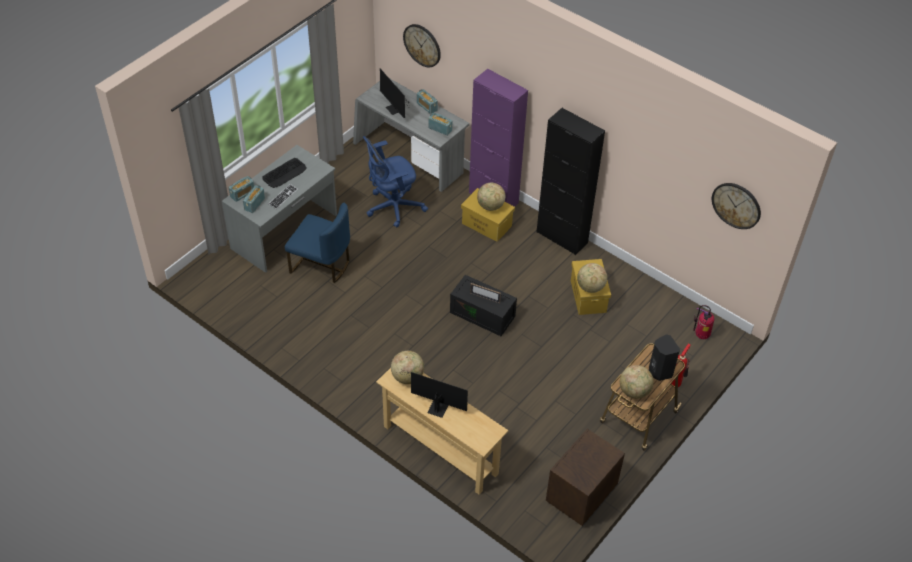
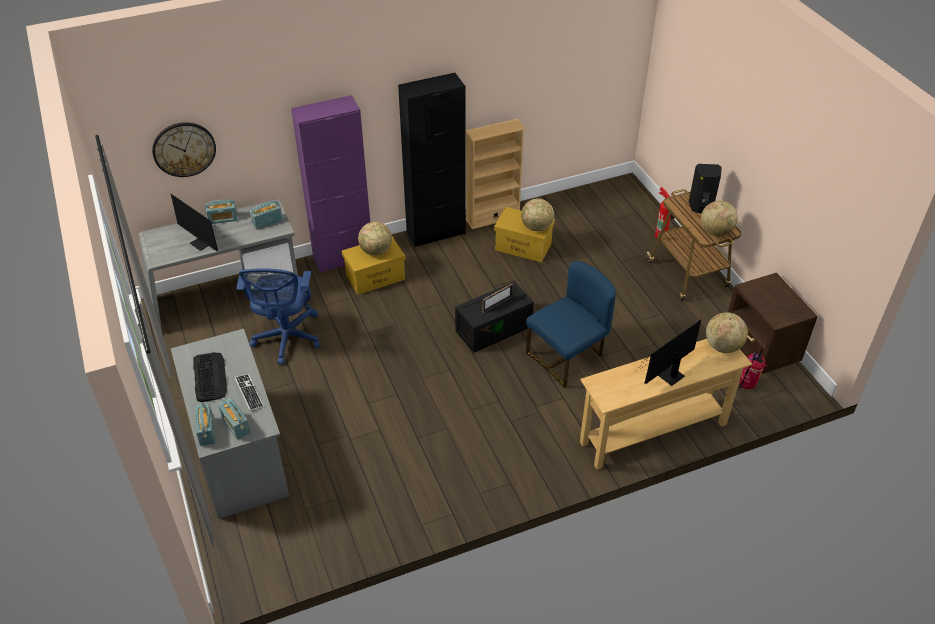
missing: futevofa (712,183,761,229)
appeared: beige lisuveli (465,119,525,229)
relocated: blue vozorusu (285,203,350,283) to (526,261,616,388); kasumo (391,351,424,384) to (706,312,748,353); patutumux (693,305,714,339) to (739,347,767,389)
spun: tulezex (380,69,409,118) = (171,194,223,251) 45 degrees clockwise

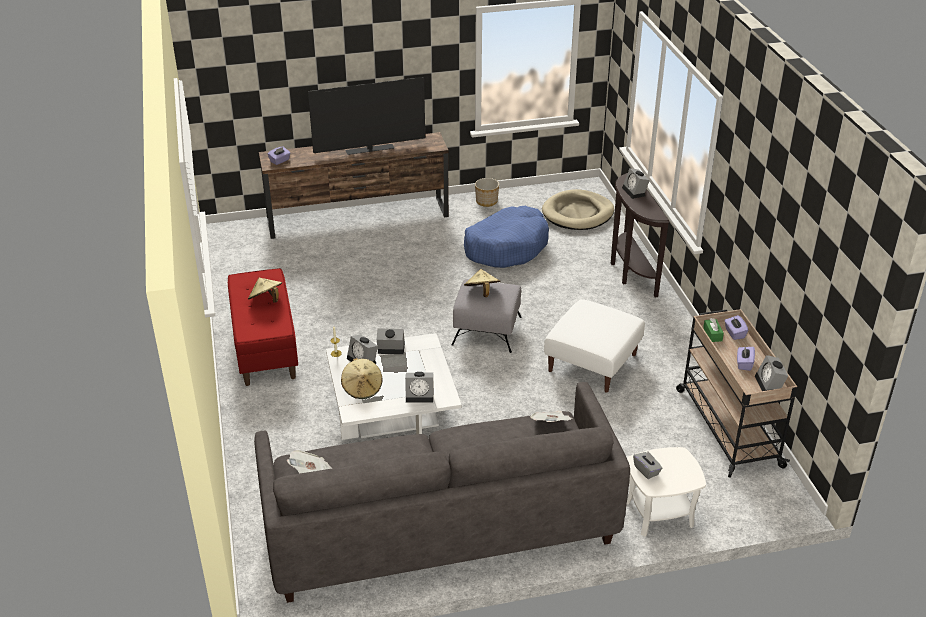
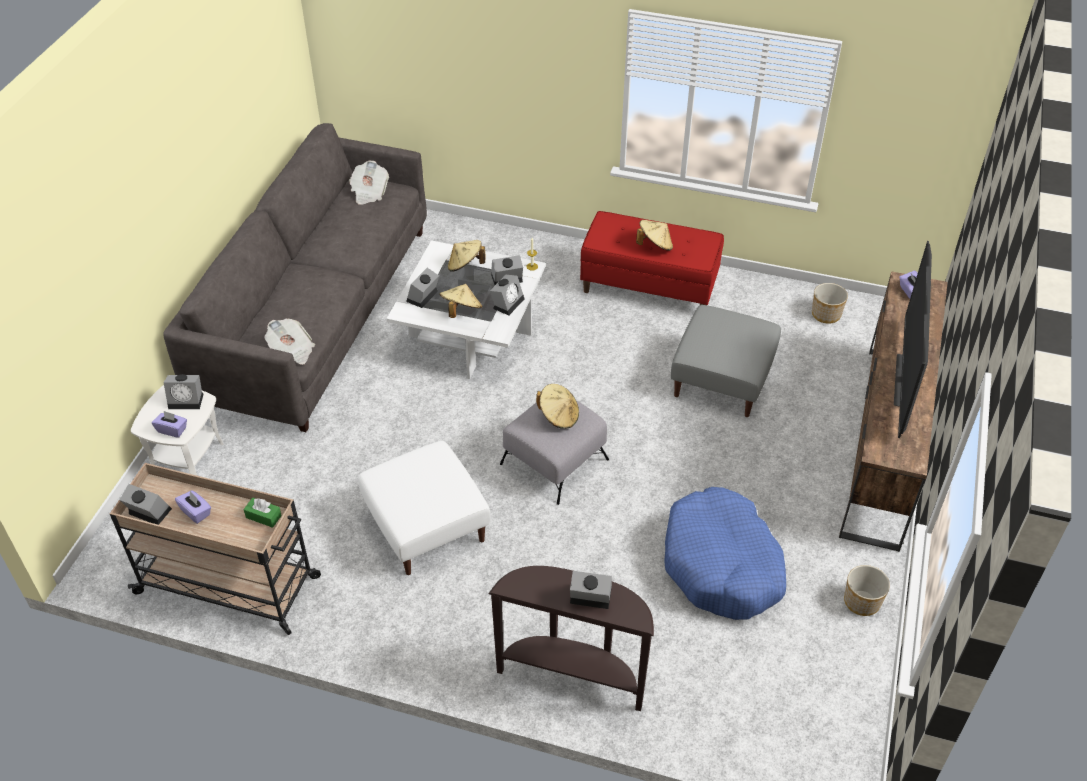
missing: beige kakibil (542,189,614,230)
appeared: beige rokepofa (439,284,482,318); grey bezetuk (671,305,781,417); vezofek (812,283,848,324)
relocated: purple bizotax (724,315,749,340) to (152,411,187,438)
exchanged: grey bizotax (633,451,662,479) to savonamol (164,374,204,409)

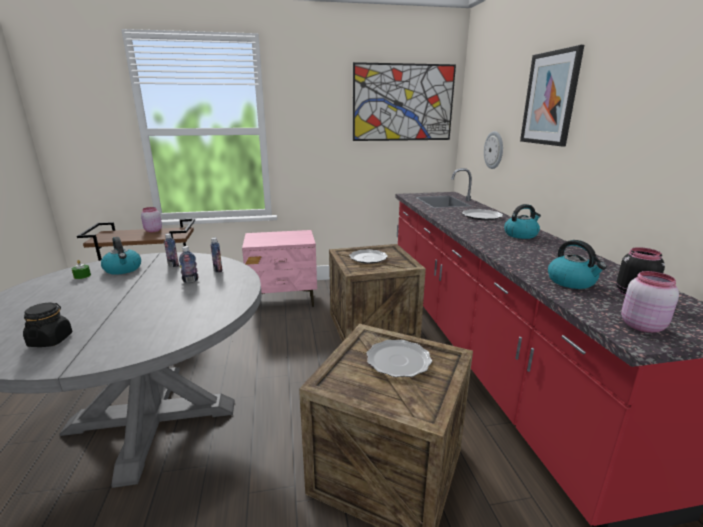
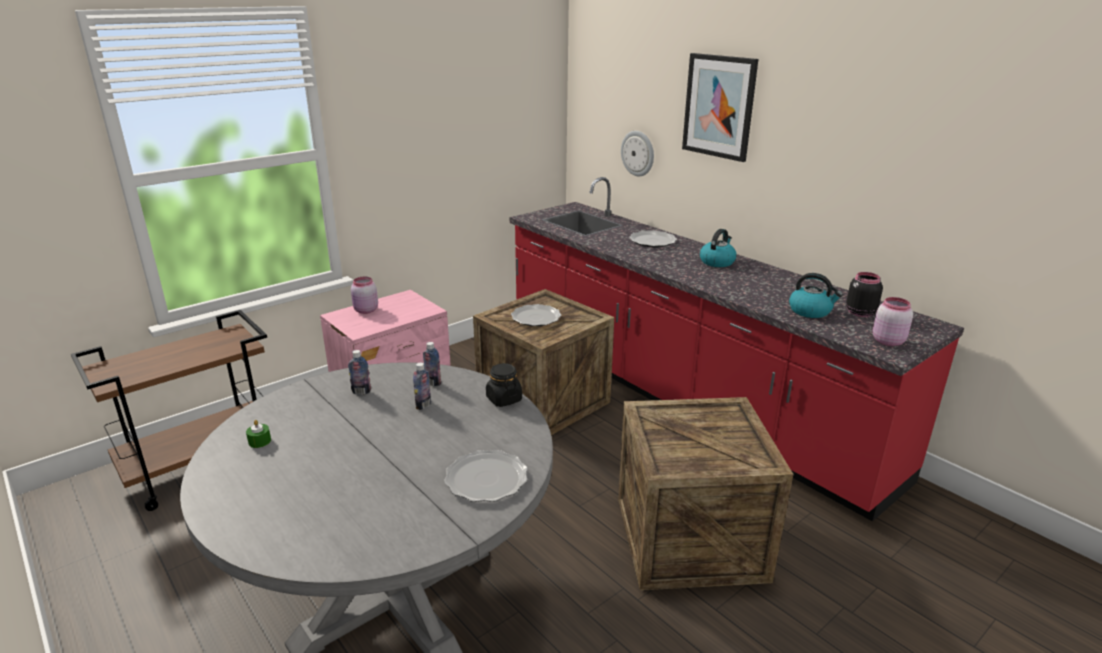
missing: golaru (101,237,141,275); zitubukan (353,62,456,141)
relocated: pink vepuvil (141,207,162,232) to (351,277,378,314); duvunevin (366,340,432,377) to (444,450,528,502); black vepuvil (23,303,73,347) to (486,363,522,407)

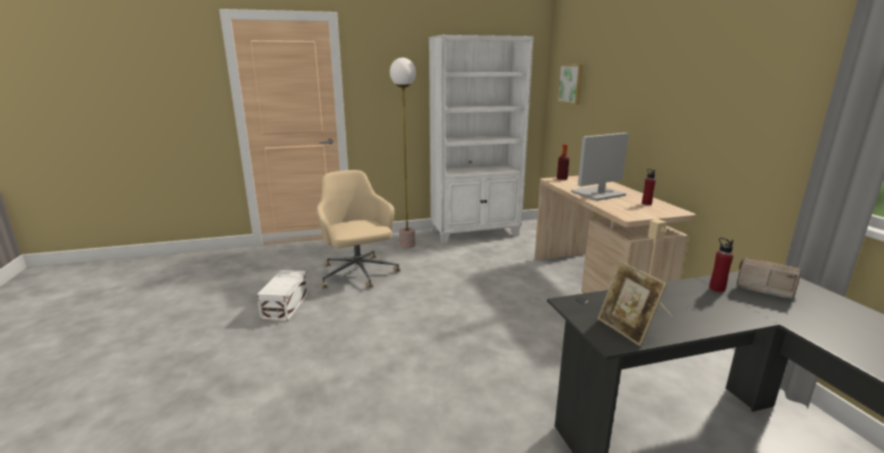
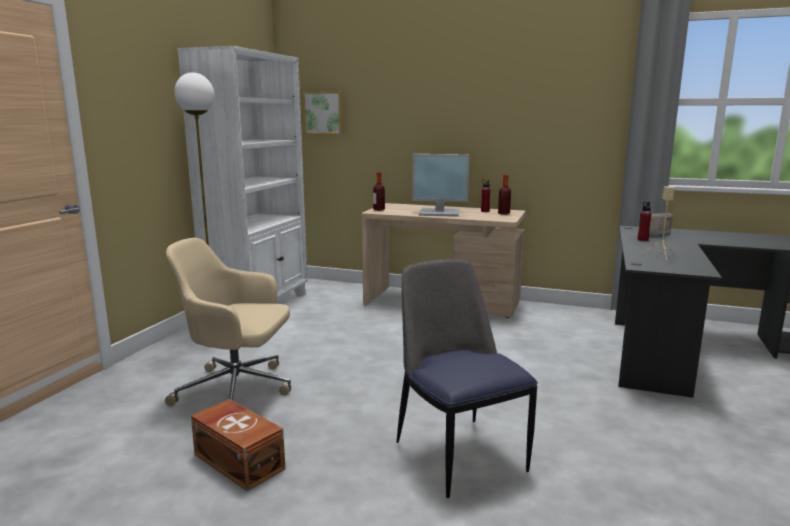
missing: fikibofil (598,261,667,346)
appeared: vozorusu (397,259,538,498); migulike (498,174,511,215)
colour: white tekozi (257,270,309,321) to brown tekozi (191,399,285,491)
spun: tulezex (571,133,629,201) = (412,154,469,217) 90 degrees counterclockwise

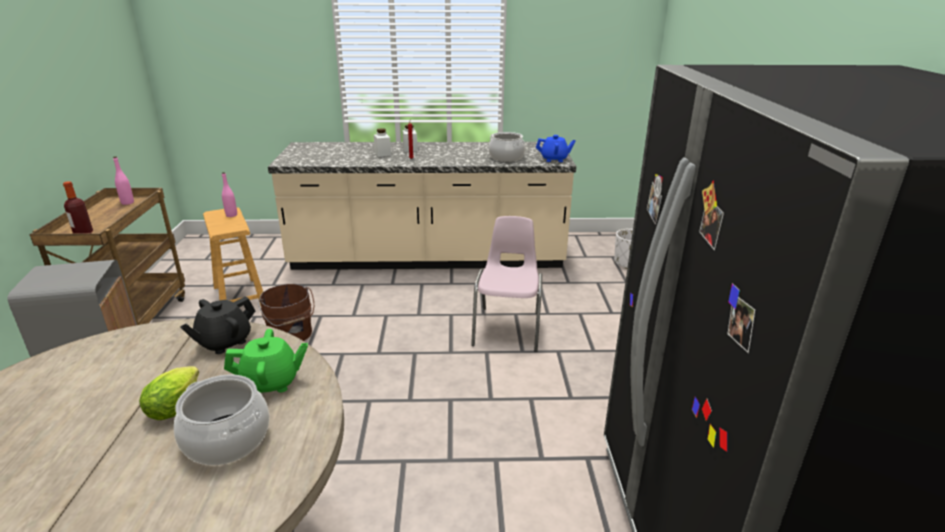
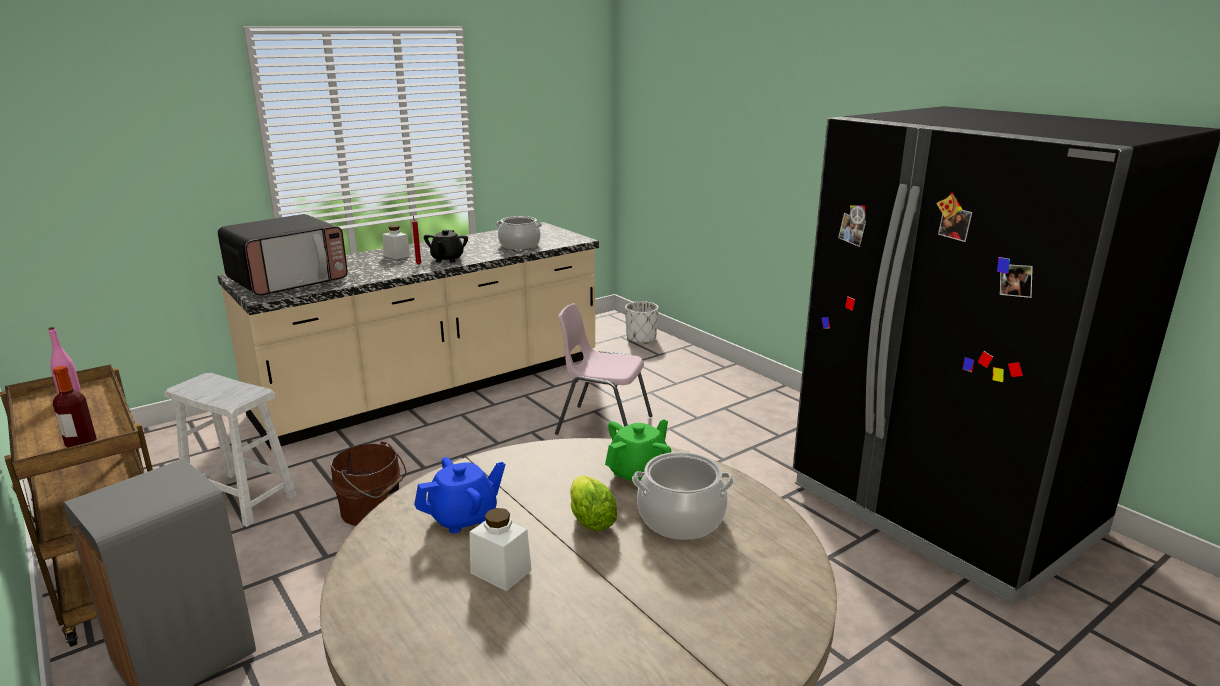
missing: pink migulike (222,172,237,217)
appeared: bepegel (218,214,348,296)
relocated: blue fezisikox (536,135,576,162) to (414,457,505,533); black fezisikox (180,296,255,354) to (424,230,468,263); white vepuvil (374,128,392,157) to (470,508,532,591)
colour: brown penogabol (203,207,263,306) to white penogabol (164,373,297,527)
spun: pink vozorusu (471,216,542,352) = (555,303,653,435) 45 degrees counterclockwise

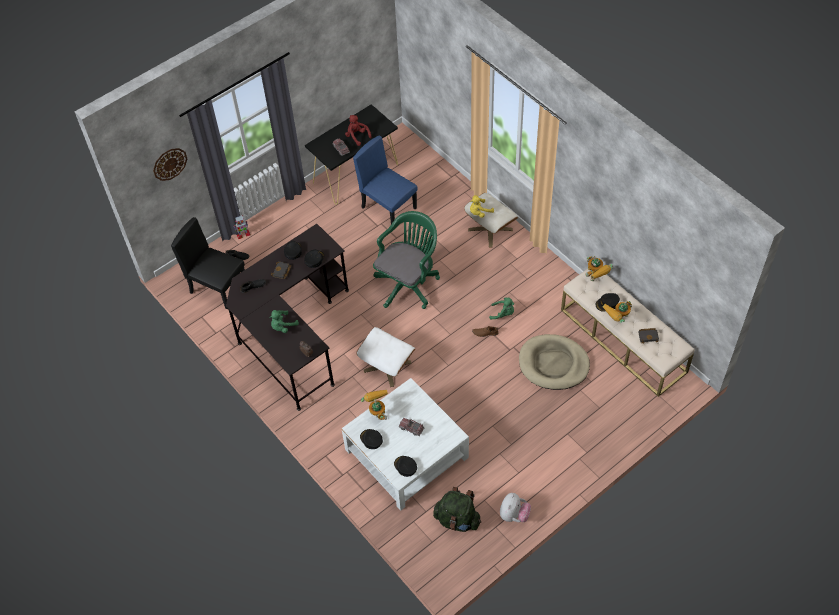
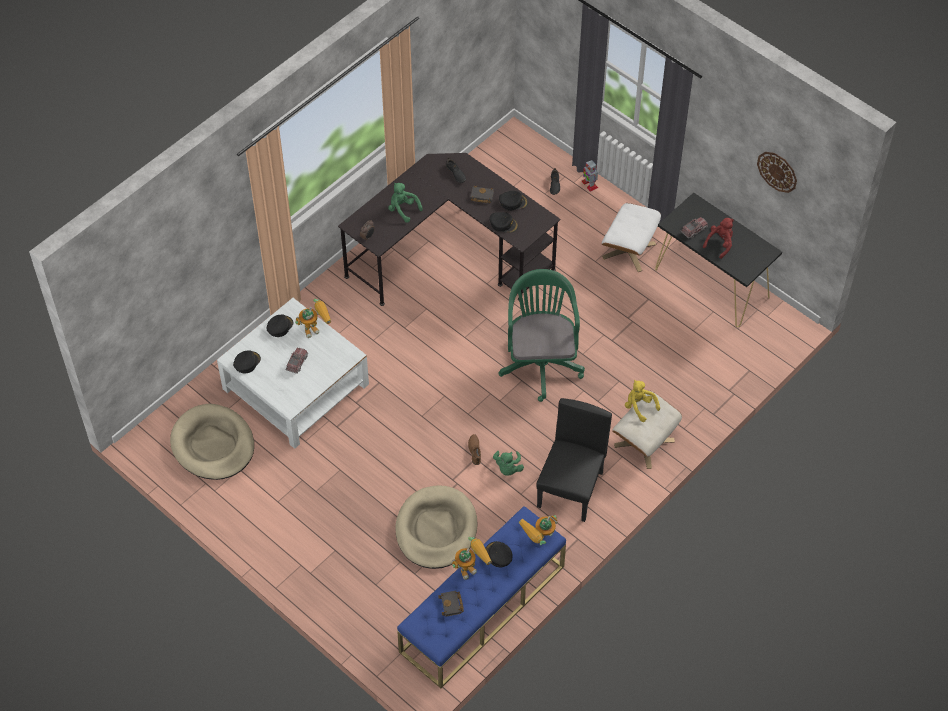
missing: blue vozorusu (353,135,418,224); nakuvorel (500,493,531,522)
relocated: black vozorusu (171,217,245,309) to (537,398,612,522); white bezetuk (357,327,415,387) to (602,203,661,272); futevofa (153,148,187,181) to (757,152,797,193)
exchanged: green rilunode (433,487,481,532) to beige kakibil (170,404,254,480)
colour: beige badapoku (561,268,695,397) to blue badapoku (397,506,566,688)
spun: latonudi (603,301,632,323) = (452,537,492,580) 105 degrees clockwise; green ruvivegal (373,211,440,309) = (498,269,585,402) 120 degrees counterclockwise

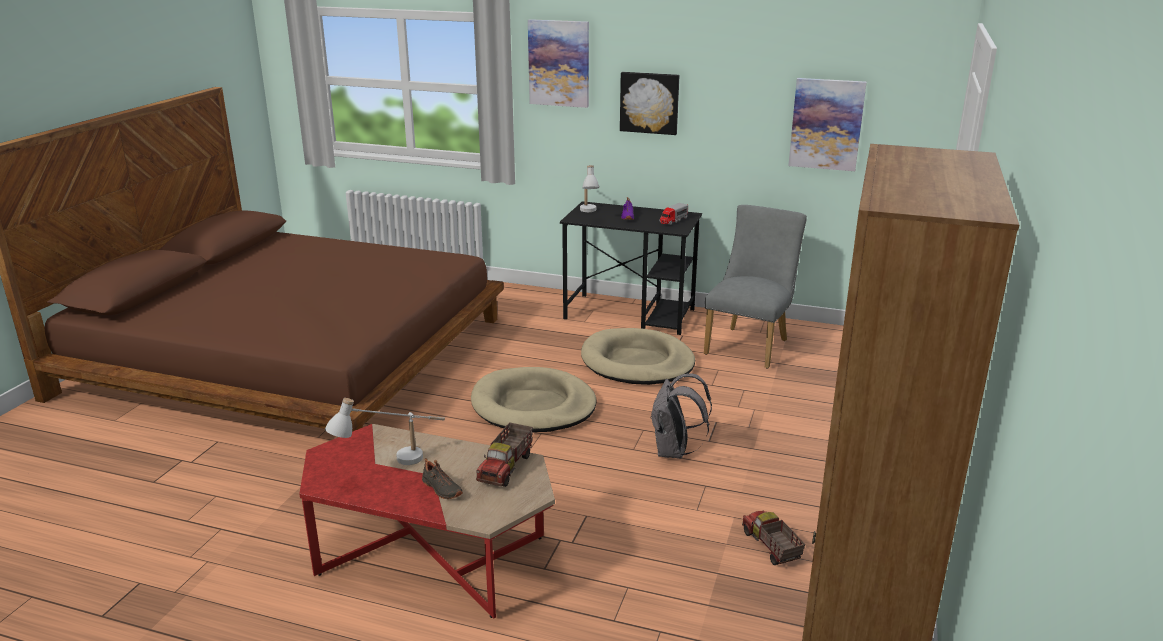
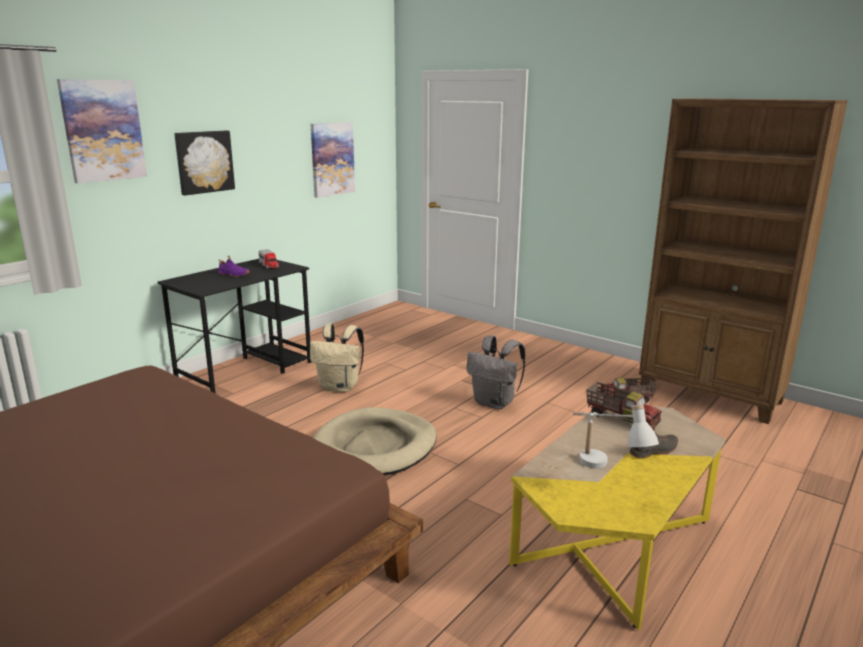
missing: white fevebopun (580,165,599,212); grey vozorusu (704,205,807,368)
exchanged: beige kakibil (581,328,695,385) to beige rilunode (310,323,364,392)
colour: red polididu (299,424,555,619) to yellow polididu (509,406,725,630)

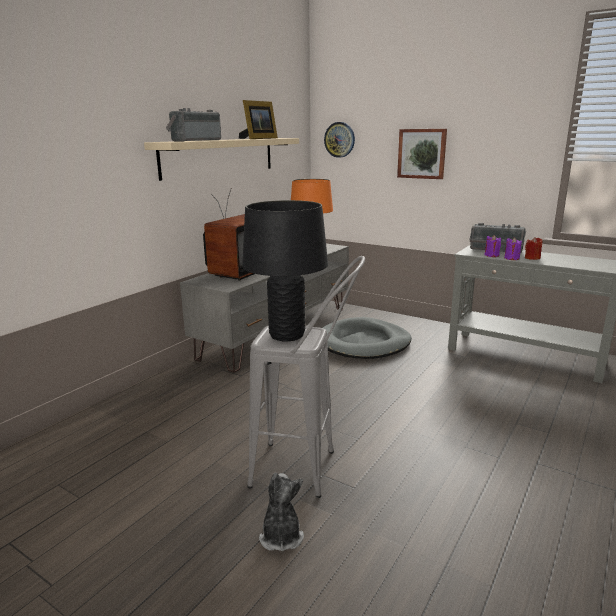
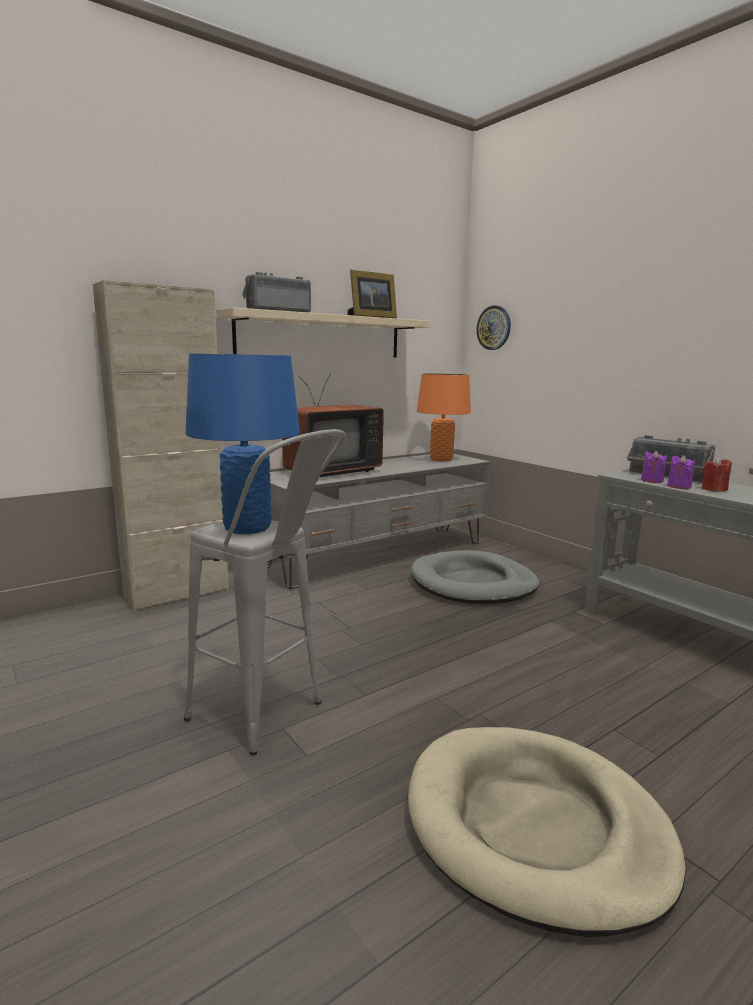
missing: nakuvorel (259,473,304,551); zitubukan (397,129,447,179)
appeared: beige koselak (93,280,229,611); beige kakibil (408,727,686,937)
colour: black fevebopun (242,200,328,342) to blue fevebopun (185,353,300,534)

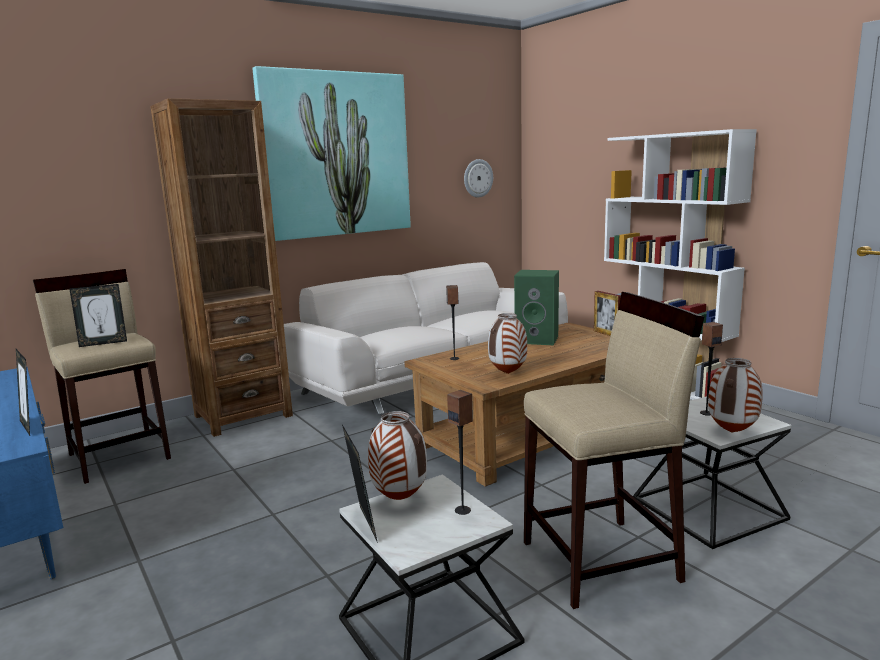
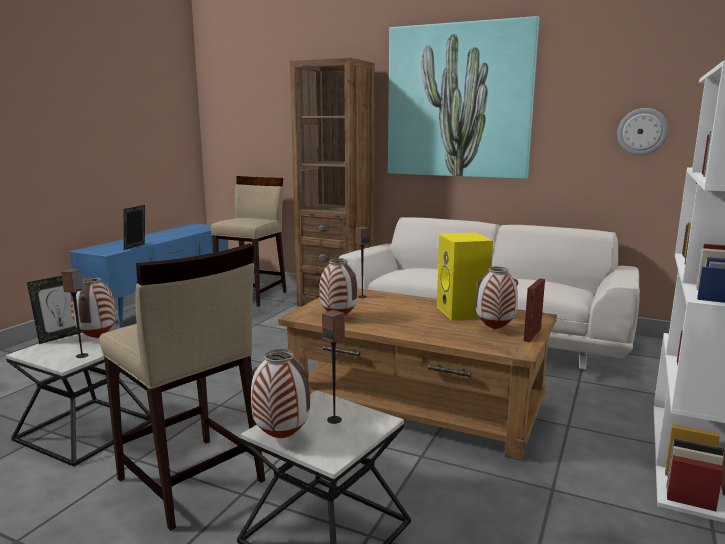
missing: fikibofil (69,284,127,347)
appeared: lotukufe (476,267,518,329)
colour: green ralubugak (514,270,559,345) to yellow ralubugak (437,232,493,320)

